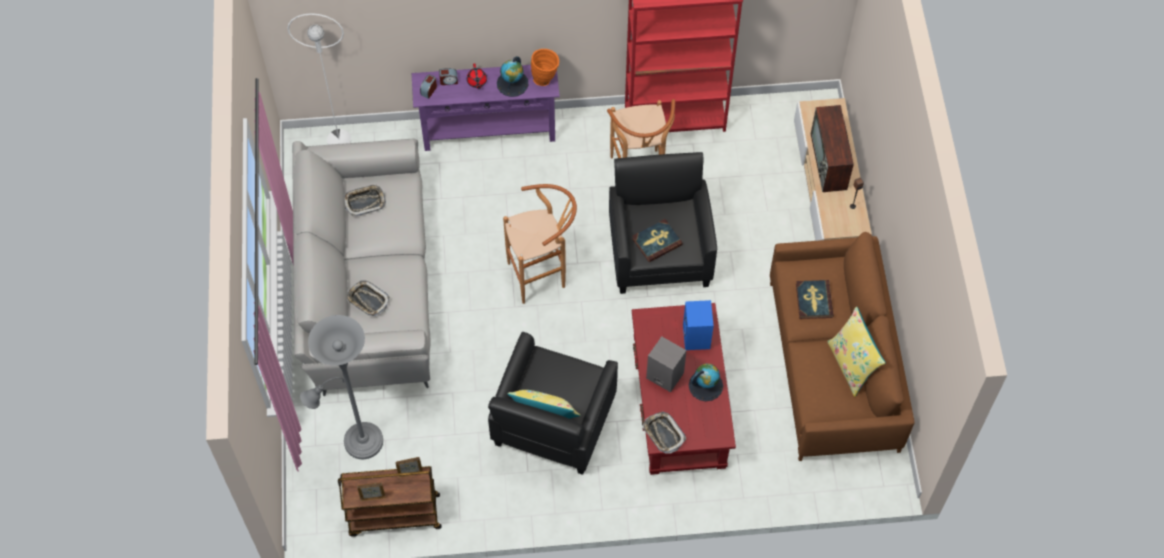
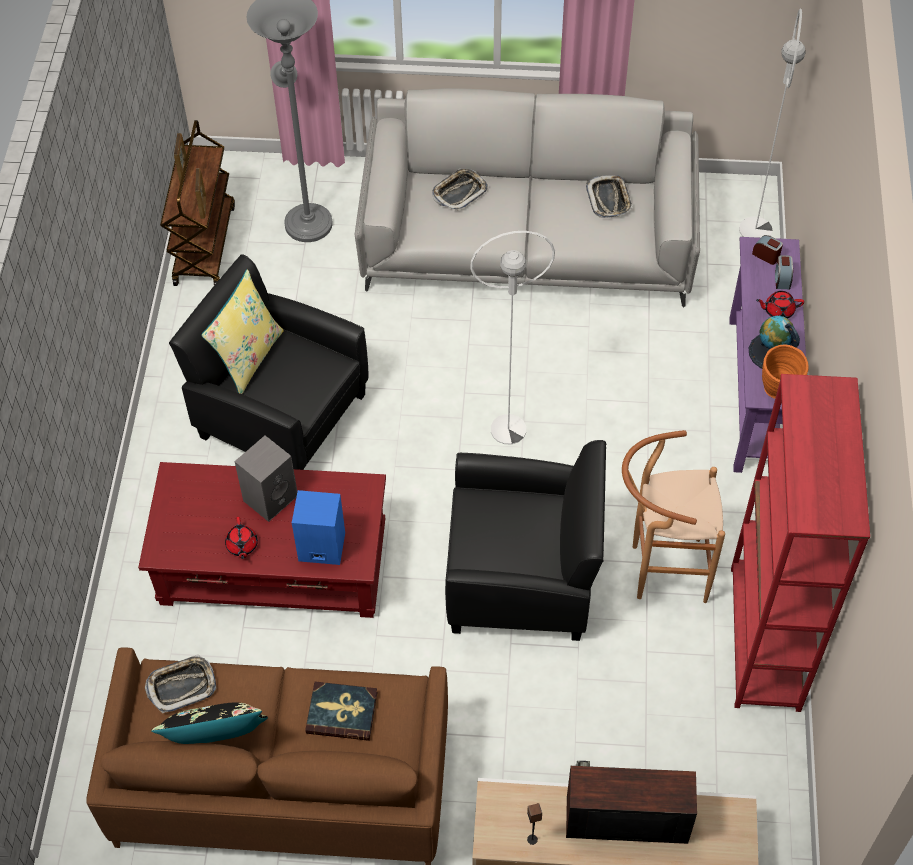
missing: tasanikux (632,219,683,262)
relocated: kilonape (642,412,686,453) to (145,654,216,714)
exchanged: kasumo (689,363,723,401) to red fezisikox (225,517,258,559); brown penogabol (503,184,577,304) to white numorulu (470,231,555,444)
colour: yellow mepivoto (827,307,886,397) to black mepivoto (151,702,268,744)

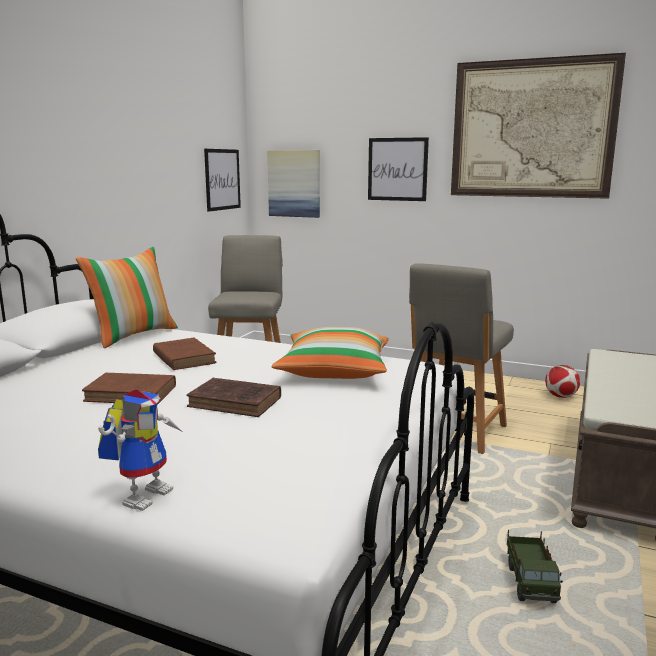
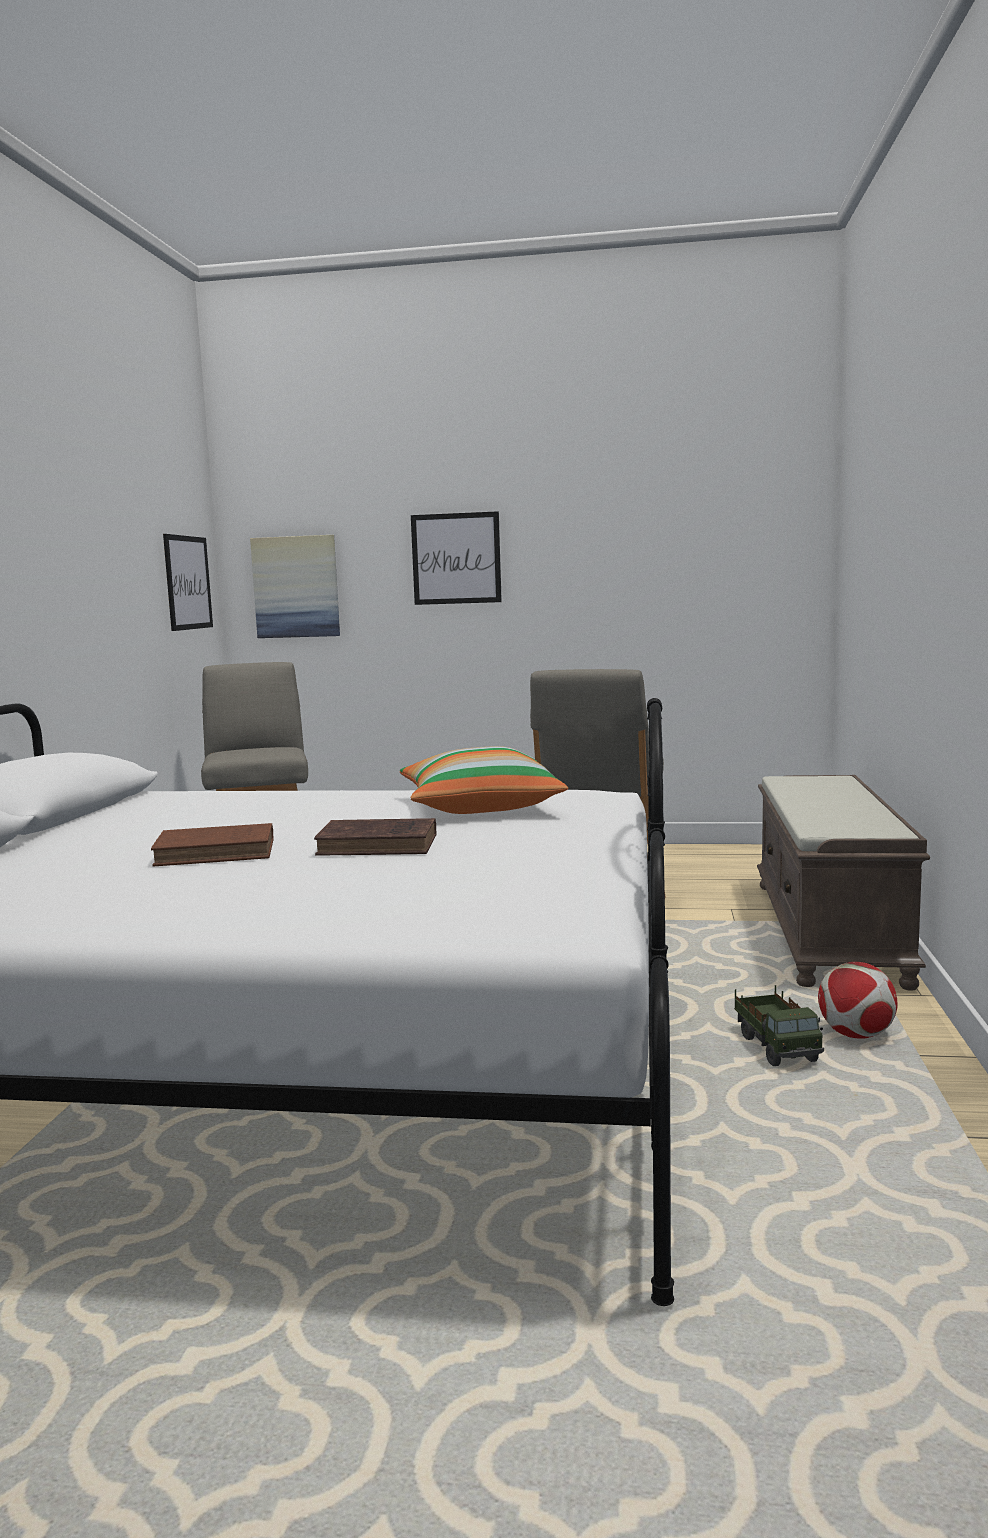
missing: mepivoto (76,247,178,348); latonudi (98,390,183,511); brown tasanikux (153,338,217,370); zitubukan (451,53,626,199)
relocated: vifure (545,365,580,398) to (818,962,897,1039)

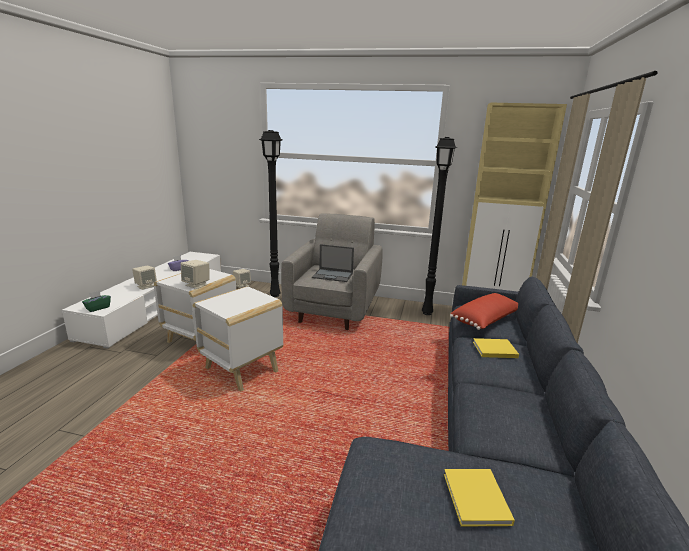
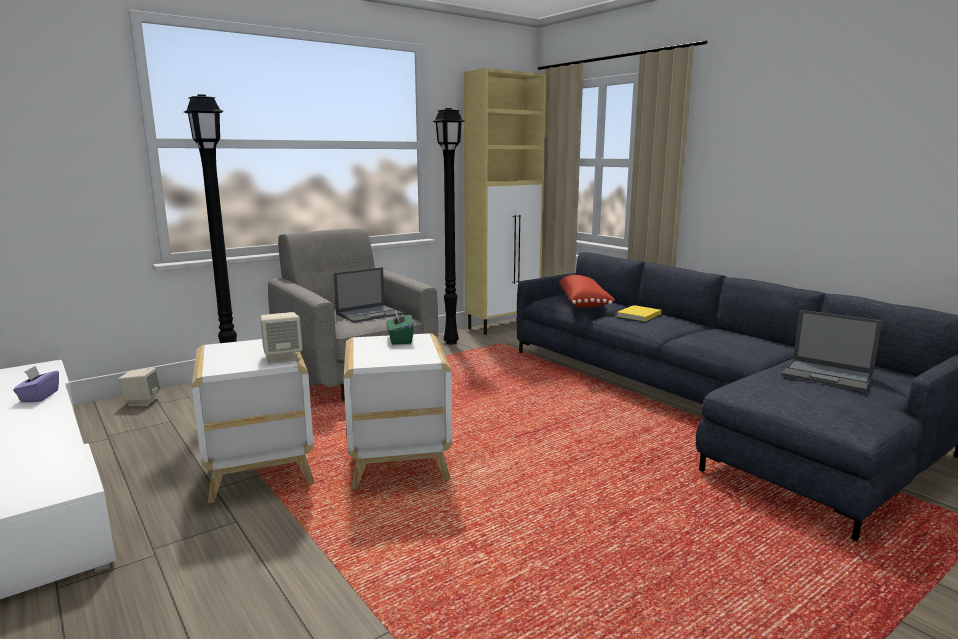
missing: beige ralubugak (132,266,157,290)
relocated: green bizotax (82,290,111,312) to (386,309,414,345)
exchanged: yellow tasanikux (444,469,515,527) to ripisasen (781,310,882,391)

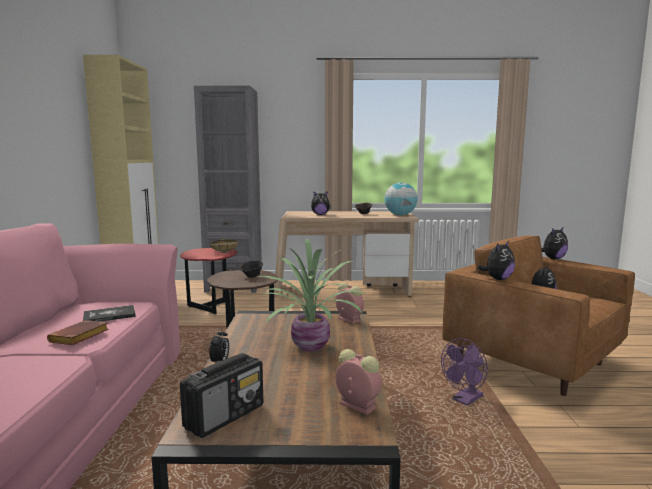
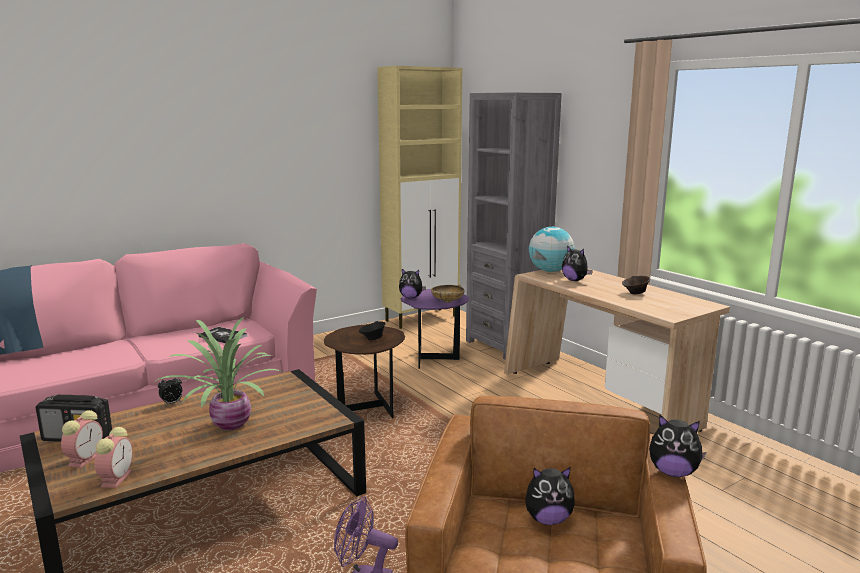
missing: brown tasanikux (47,320,109,345)
relocated: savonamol (336,283,364,324) to (61,410,103,468); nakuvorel (478,241,515,280) to (399,269,426,299); kasumo (384,182,418,215) to (529,227,575,272)
colour: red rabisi (180,248,237,314) to purple rabisi (401,289,469,369)

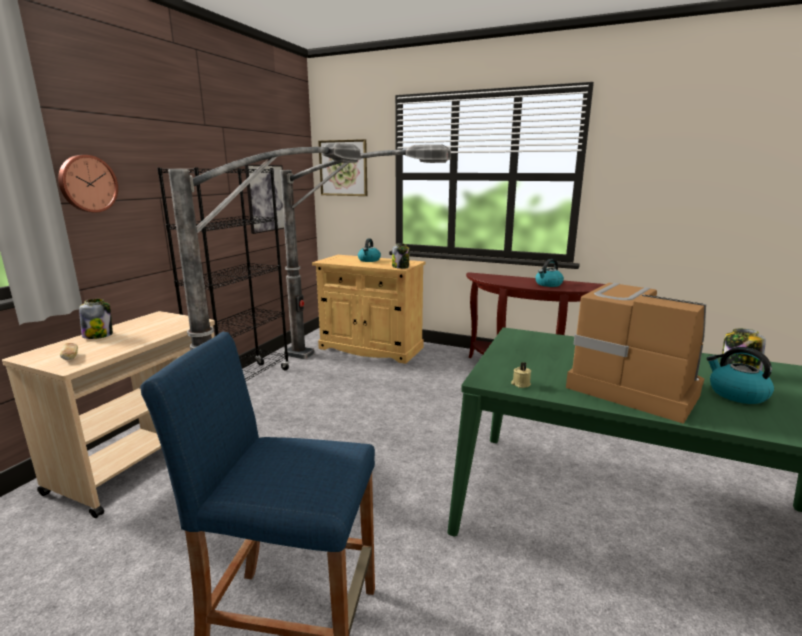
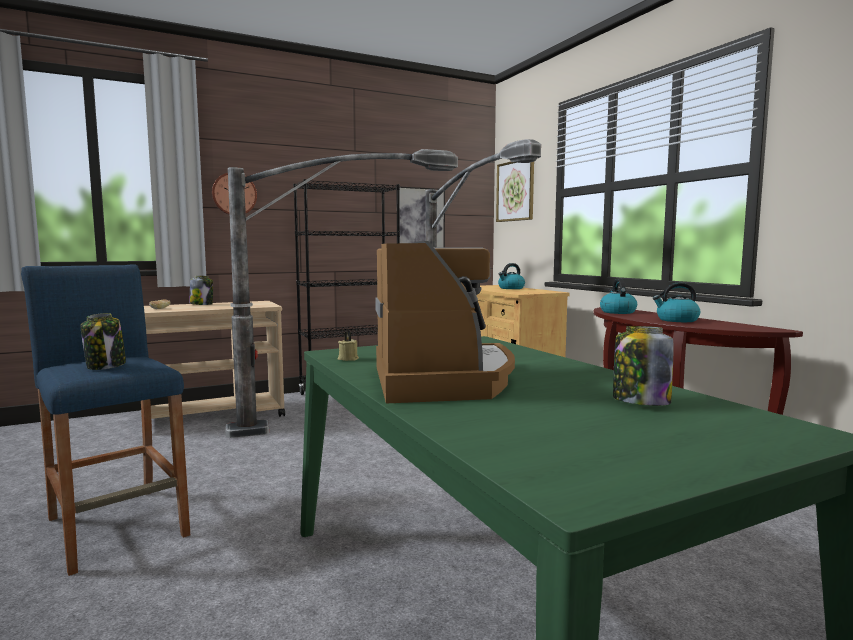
relocated: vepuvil (392,243,410,269) to (81,313,126,370); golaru (706,347,774,404) to (600,279,637,314)

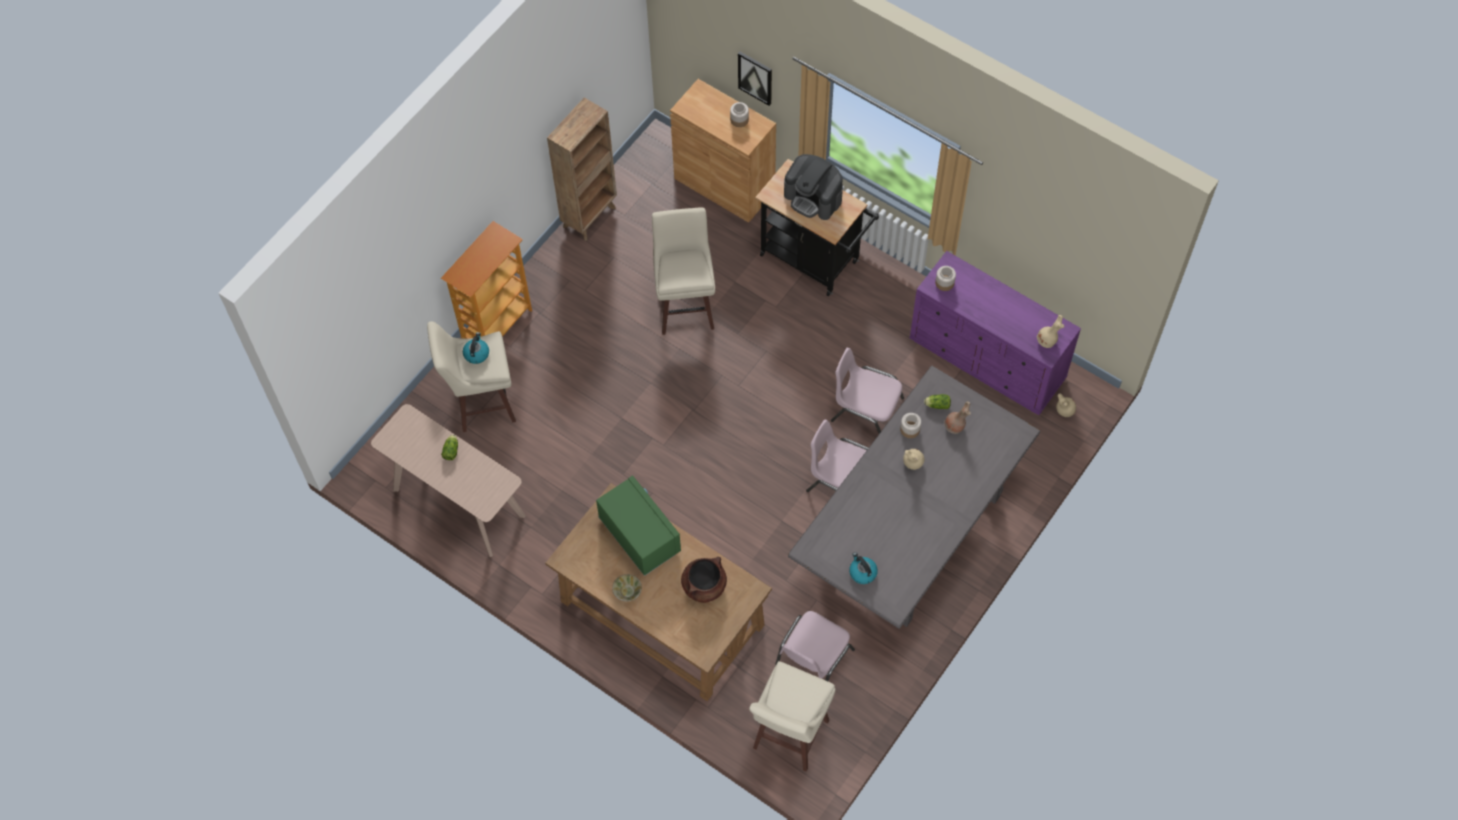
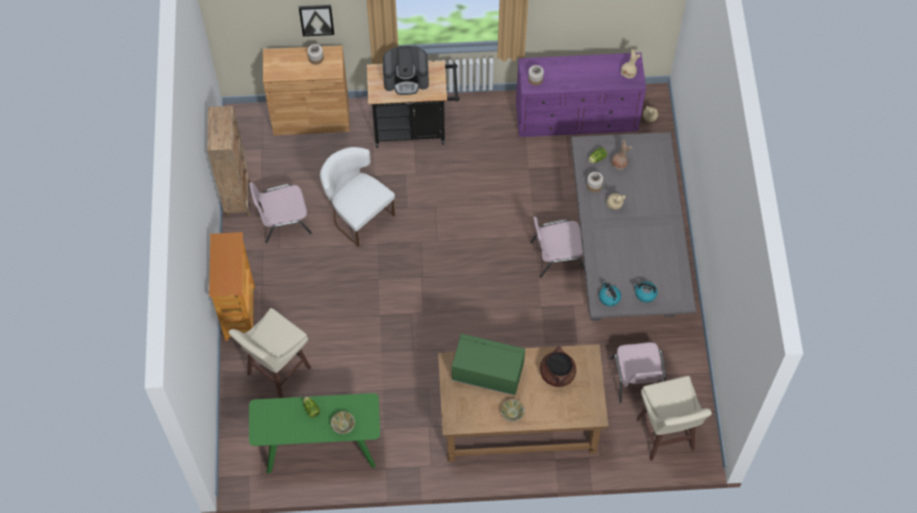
appeared: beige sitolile (331,411,355,434)
relocated: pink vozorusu (831,348,904,434) to (249,182,312,243); golaru (463,332,489,364) to (599,281,621,306)
exchanged: beige penogabol (652,208,715,335) to white vozorusu (320,147,395,247)
colour: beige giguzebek (371,404,525,557) to green giguzebek (249,393,380,474)

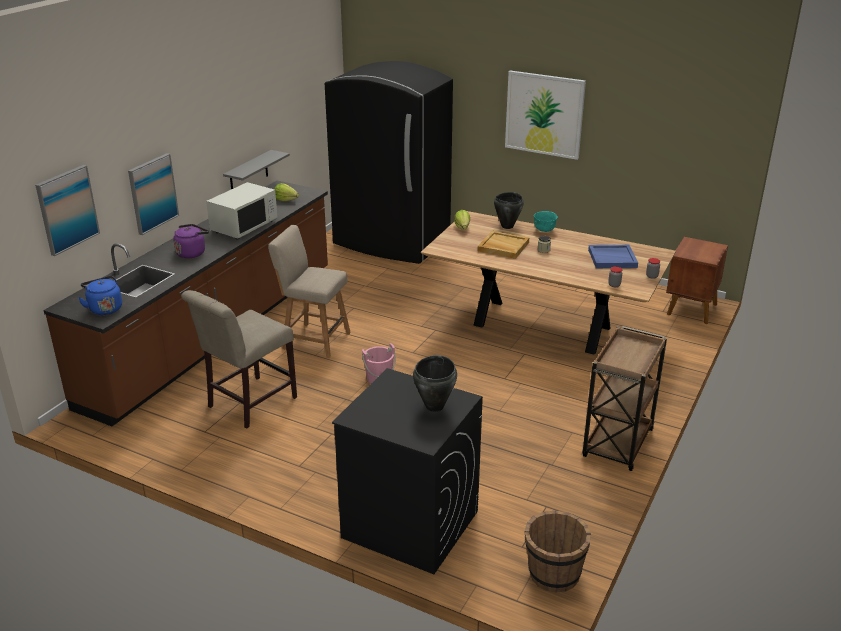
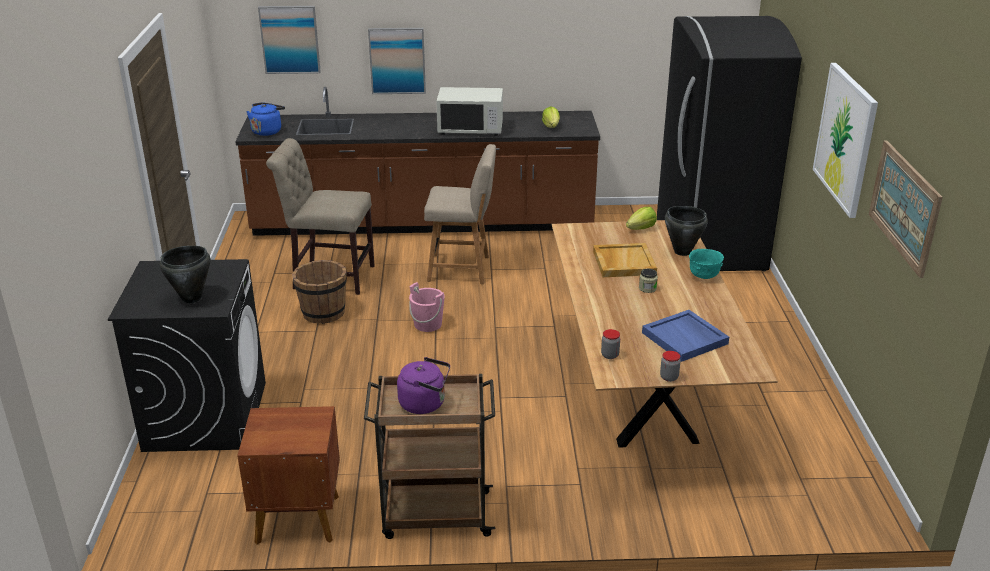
missing: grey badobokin (223,150,290,189)
appeared: zitubukan (869,140,943,278)
relocated: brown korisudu (666,237,728,324) to (237,406,340,545); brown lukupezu (525,510,591,593) to (292,260,347,324); purple golaru (173,224,209,258) to (397,357,450,414)
spun: beige vozorusu (268,225,351,358) = (424,144,496,284) 105 degrees clockwise

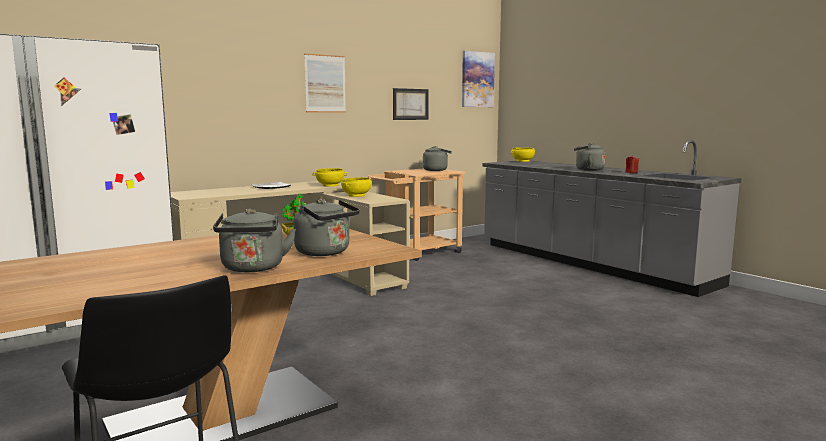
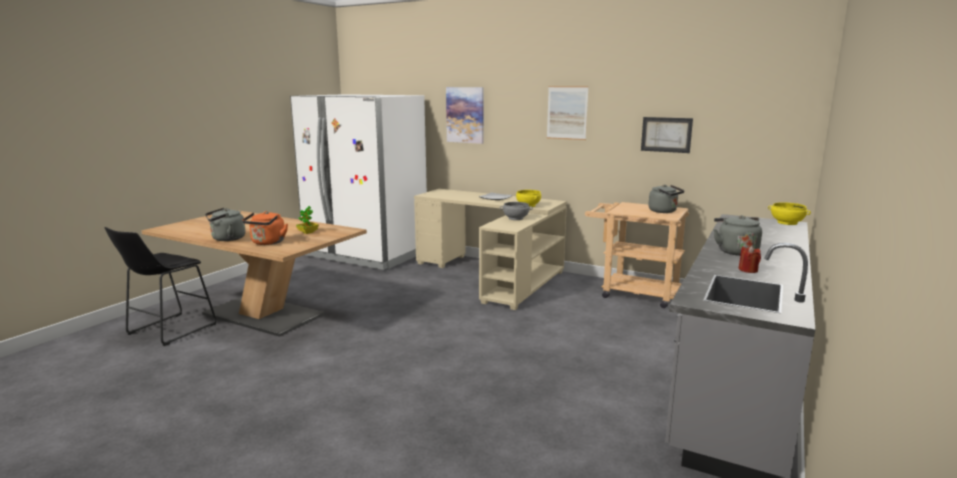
relocated: zitubukan (462,51,495,107) to (446,87,484,144)
colour: grey golaru (293,199,360,256) to orange golaru (242,211,288,245); yellow sitolile (341,177,372,197) to grey sitolile (500,202,533,220)

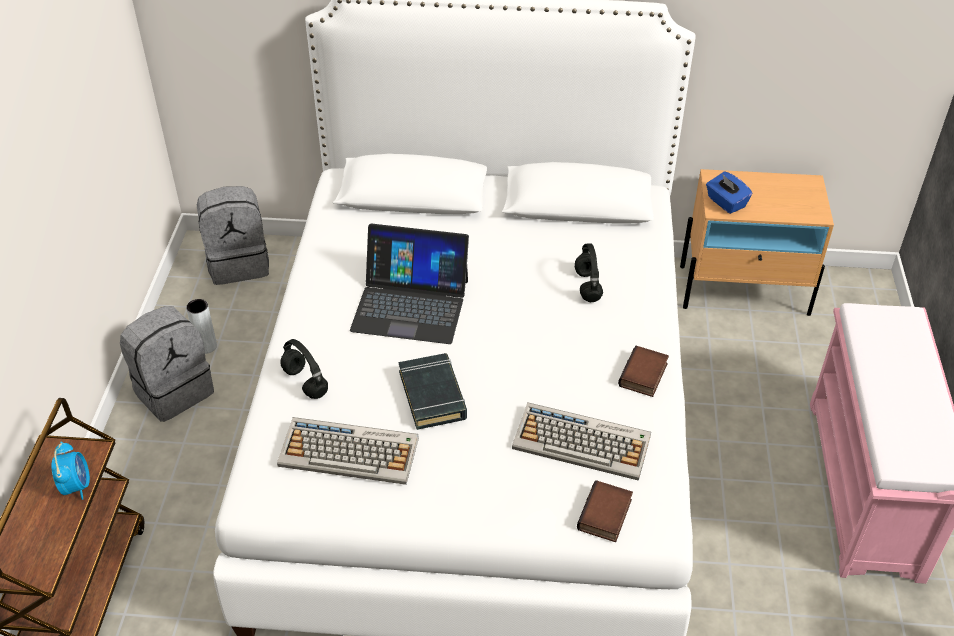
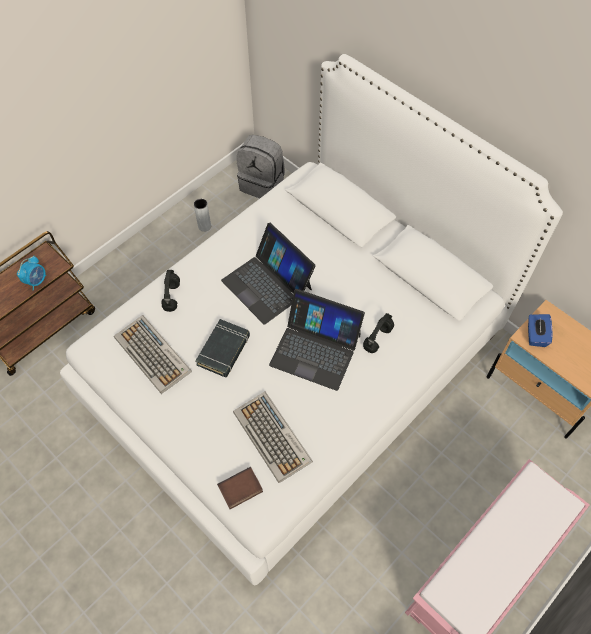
missing: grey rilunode (120,306,214,422); tasanikux (618,346,669,397)
appeared: ripisasen (269,289,365,391)

